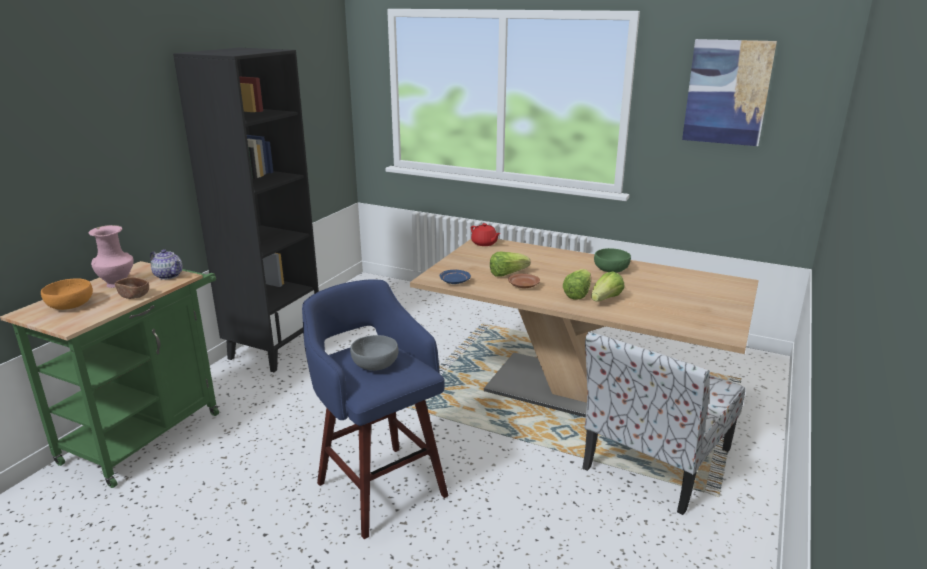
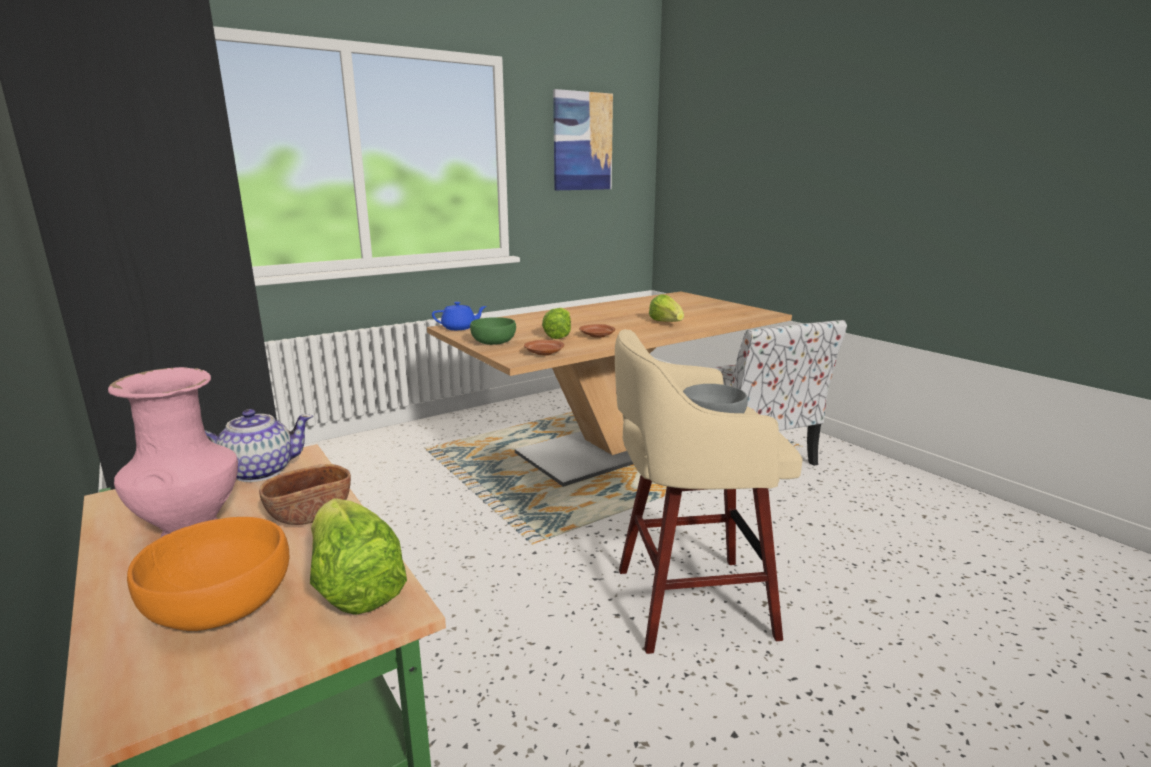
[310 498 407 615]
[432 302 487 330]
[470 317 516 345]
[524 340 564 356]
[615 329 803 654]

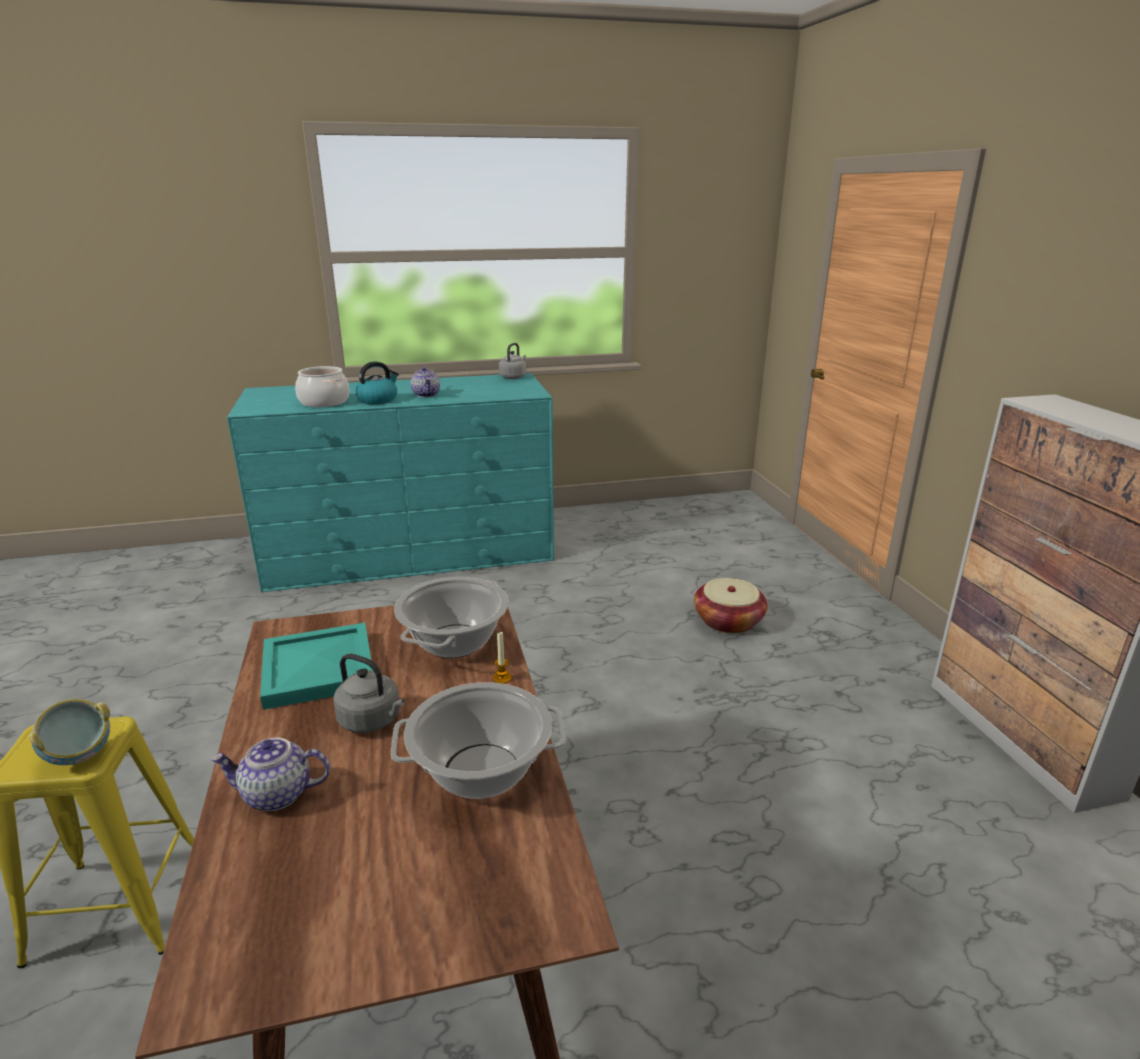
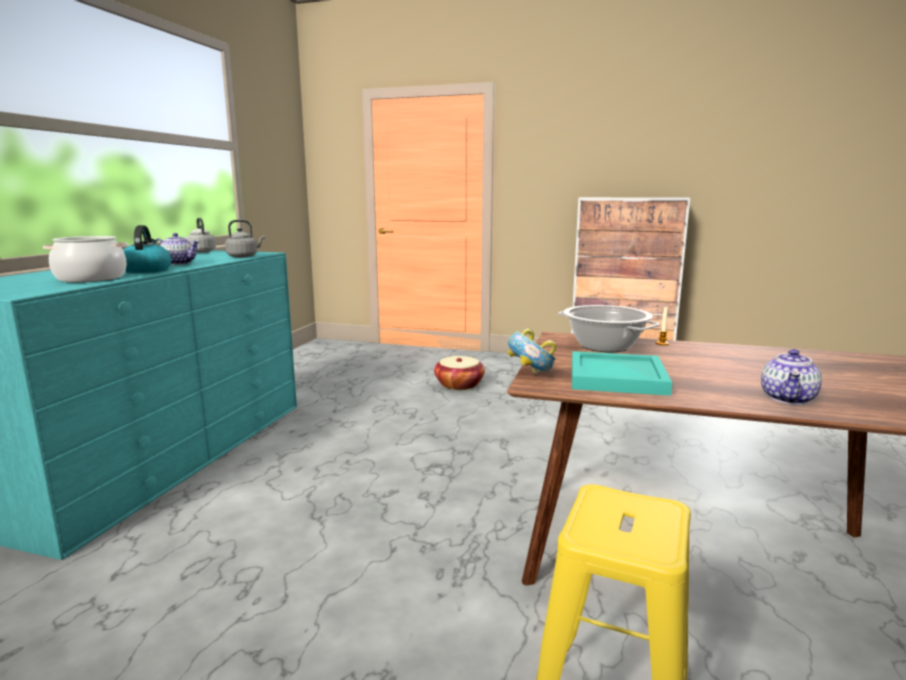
[225 220 265 258]
[507 328 556 374]
[391 682 566 799] (first image)

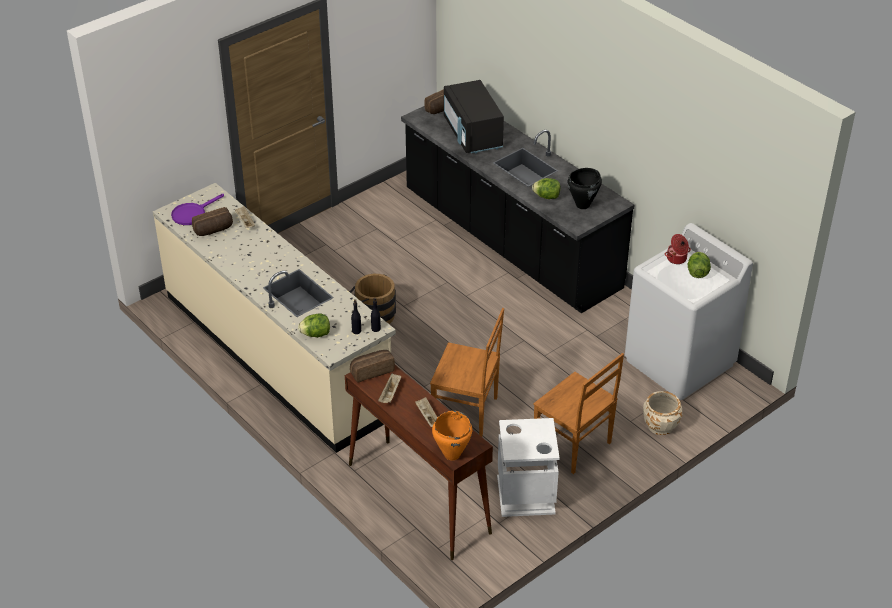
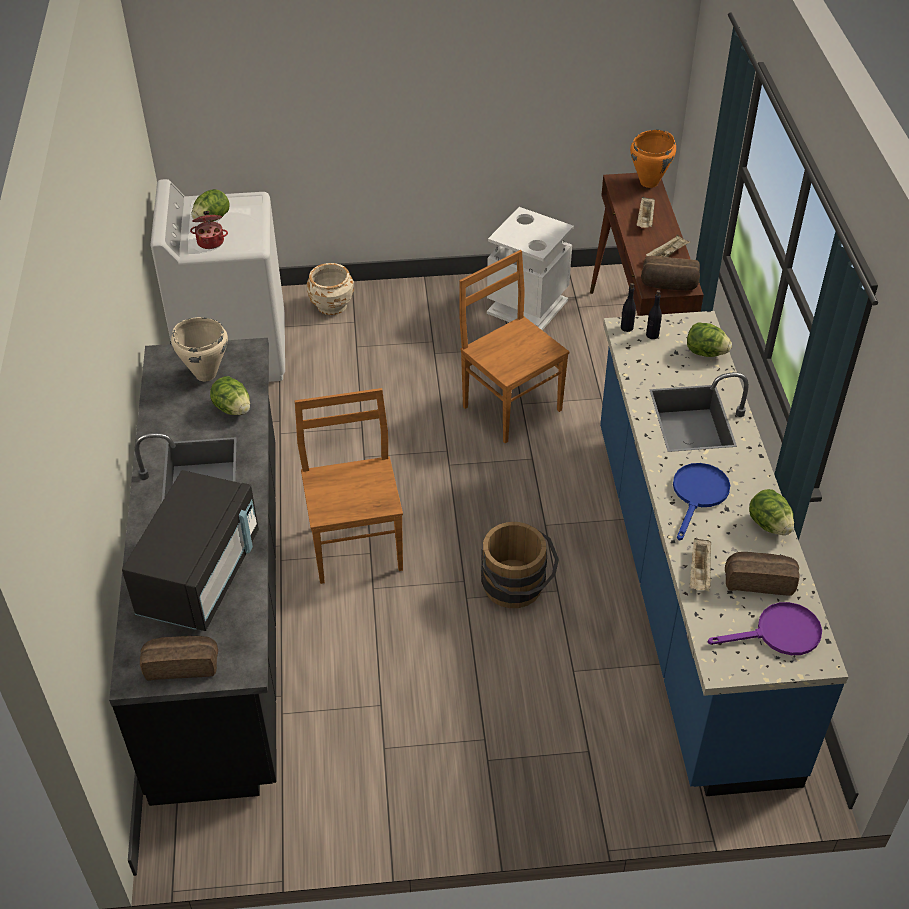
[171 317 228 381]
[295 388 403 584]
[600 311 848 796]
[673 463 730 540]
[749 489 794 535]

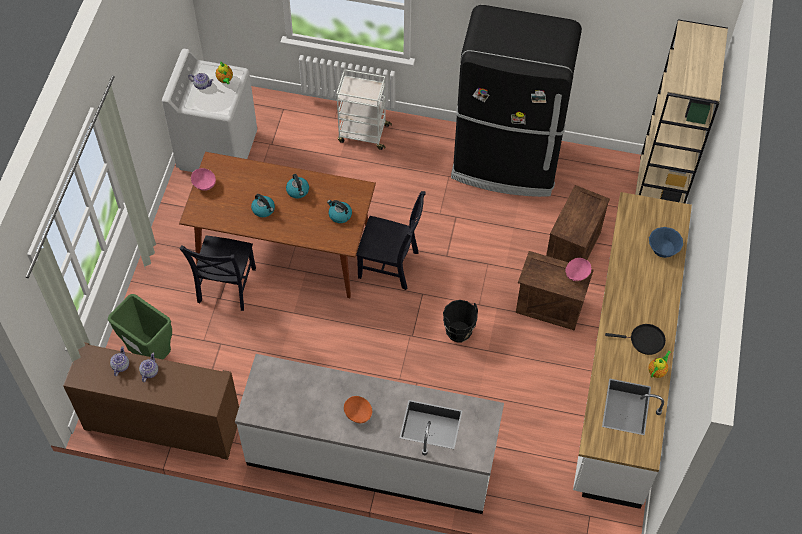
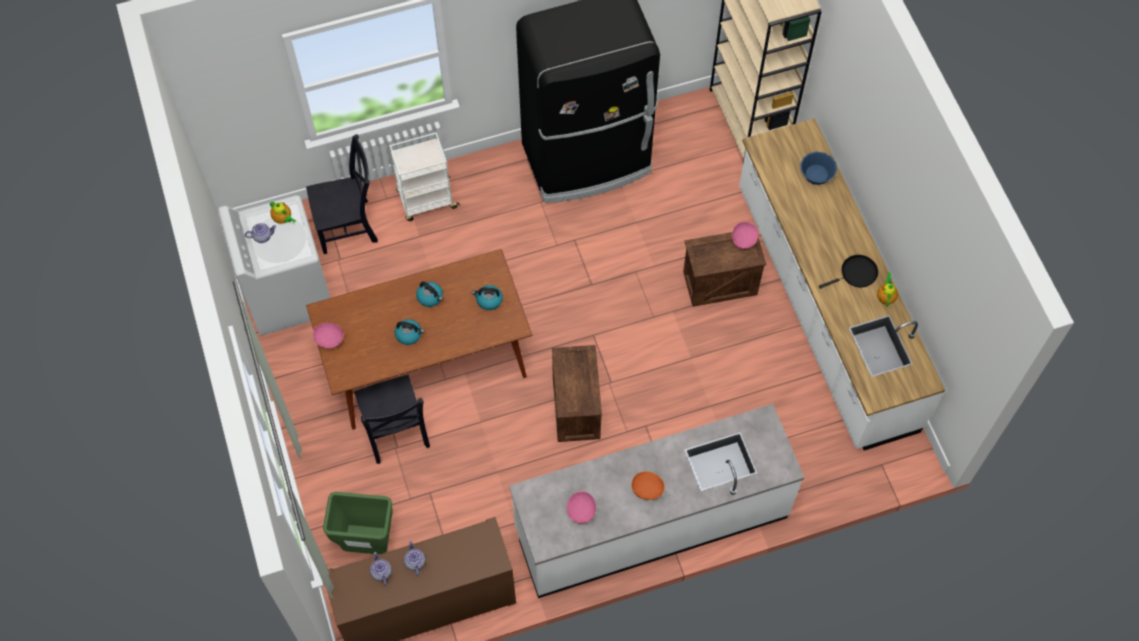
[306 134 378 254]
[552 345 602 442]
[567 491 596 524]
[443 300 478 342] (first image)

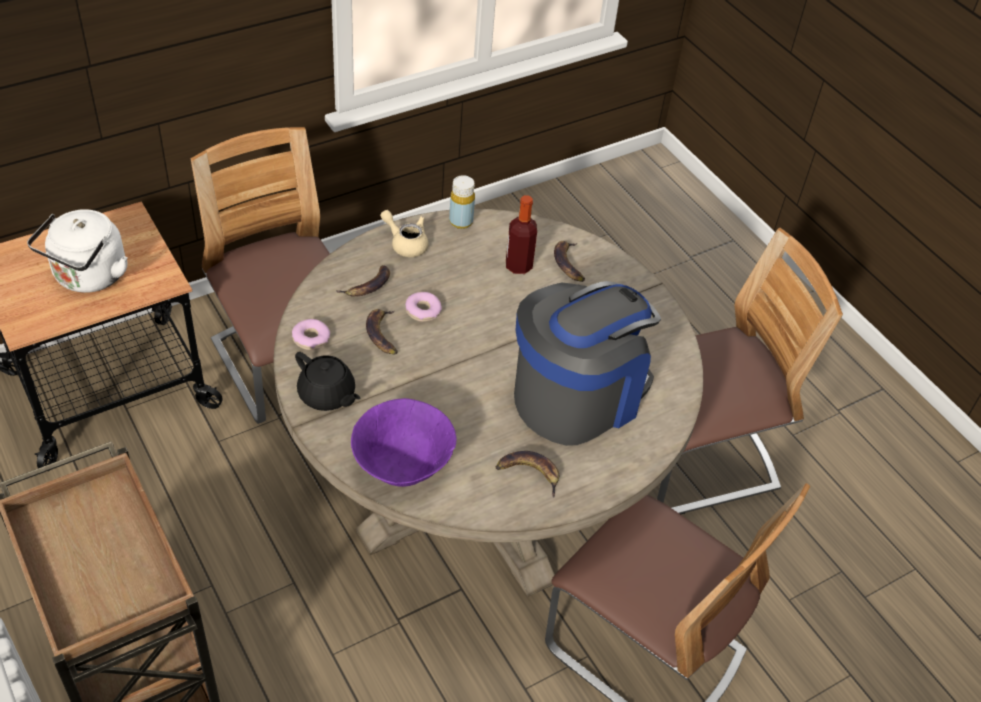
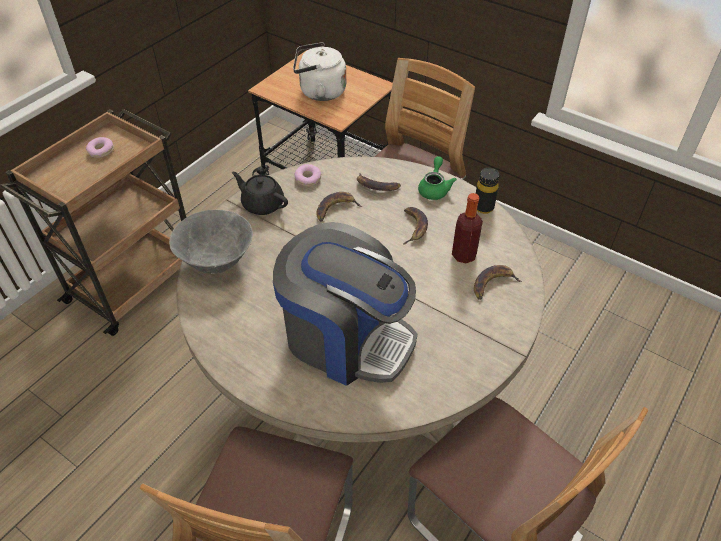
[86 137 114 158]
[169 210 253 274]
[232 172 288 215]
[403 207 428 244]
[418 156 457 200]
[476 168 499 214]

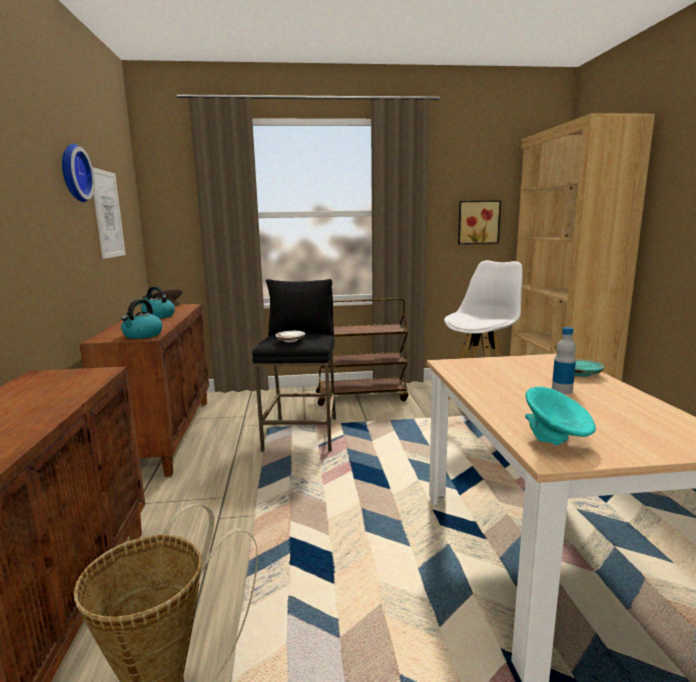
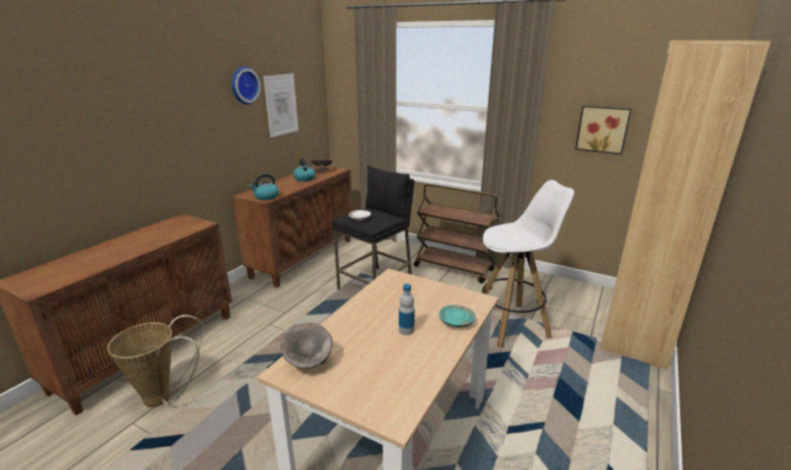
[281 323 333 369]

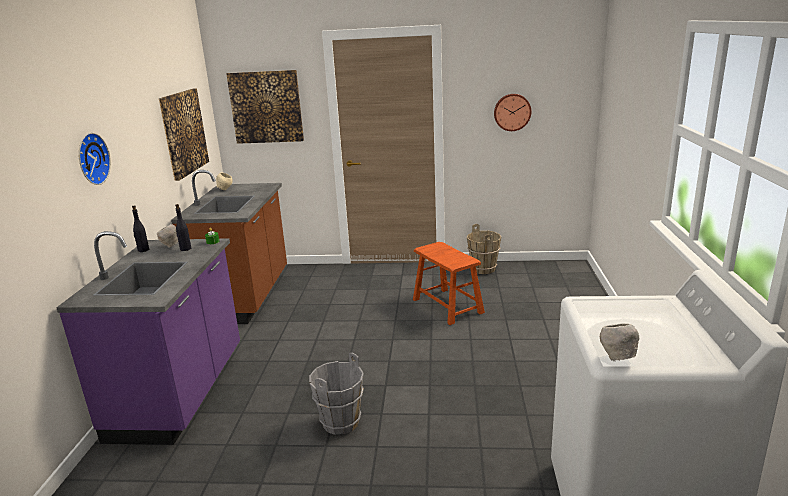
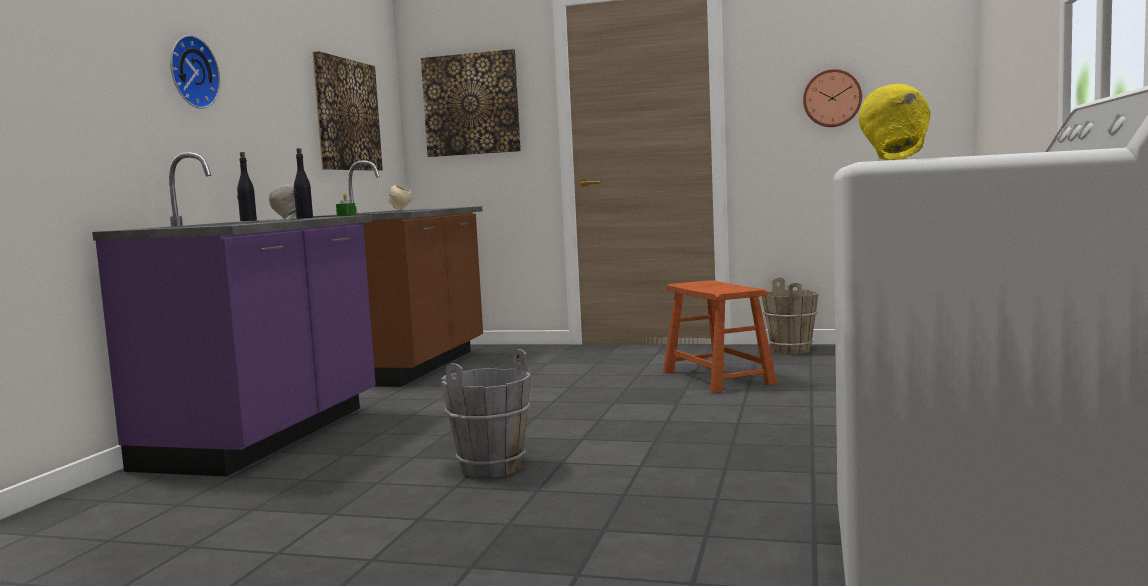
[859 84 931 160]

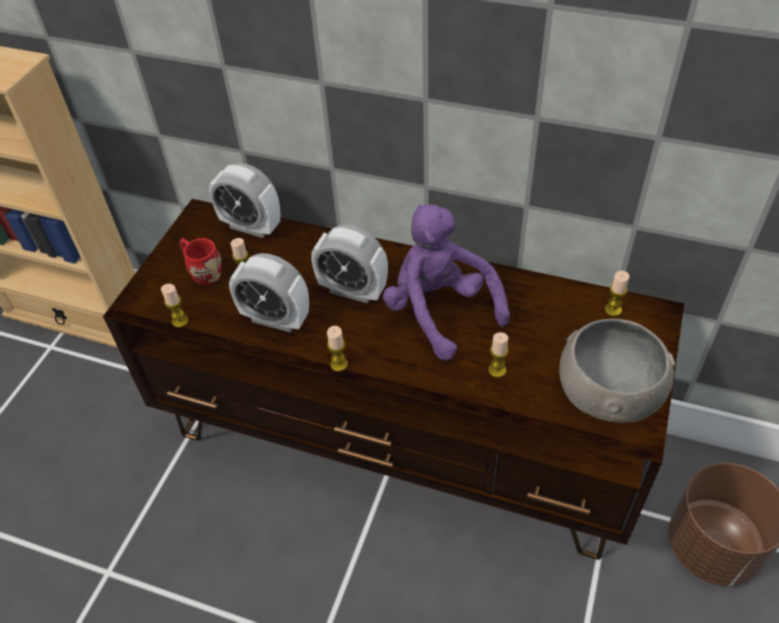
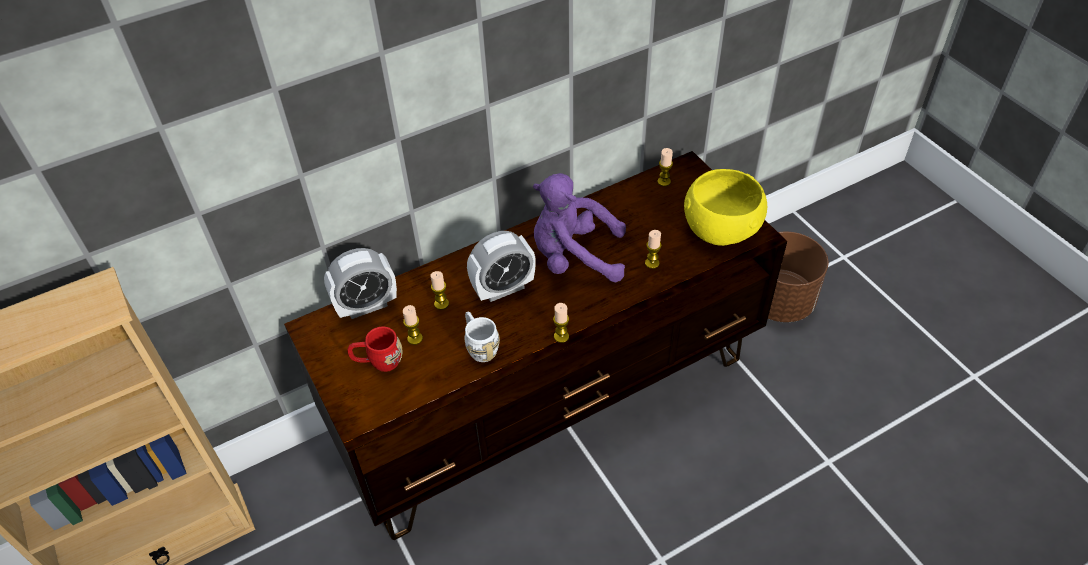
[430 271 449 310]
[465 311 500 362]
[684 169 767 246]

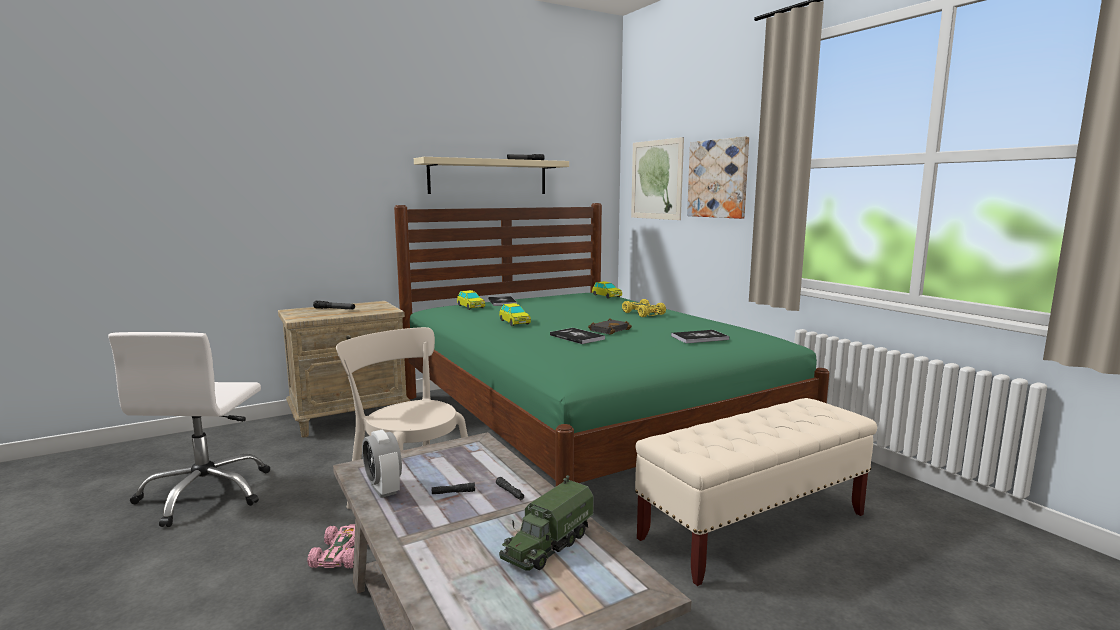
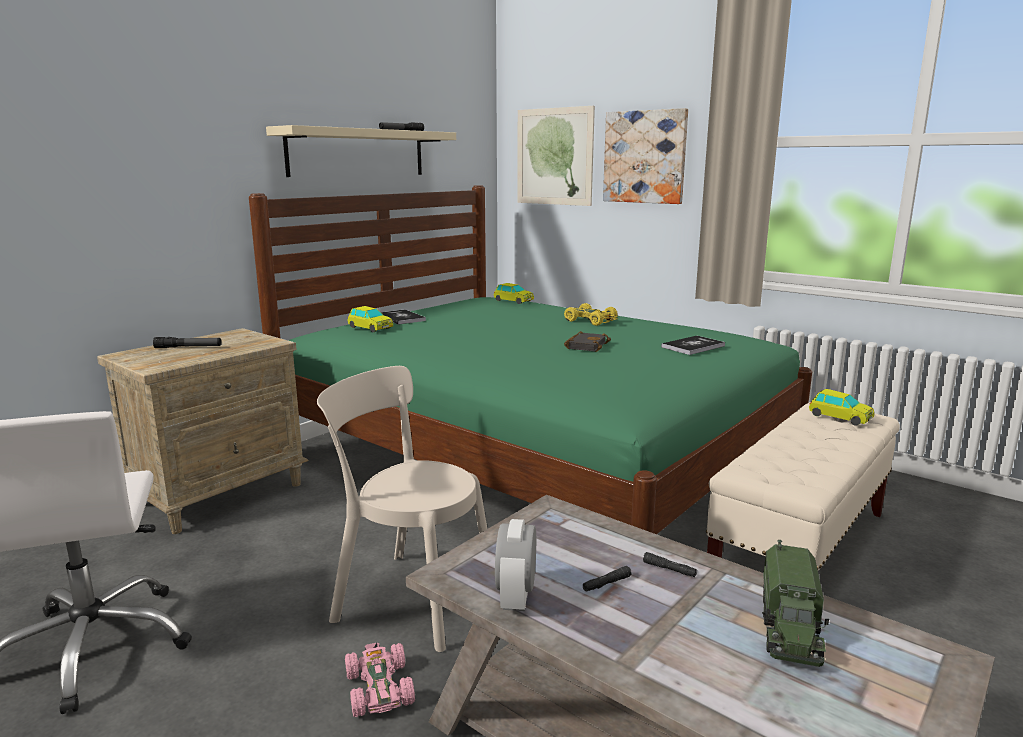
[495 519 536 611]
[809 389 875 426]
[550 328 605 344] (first image)

